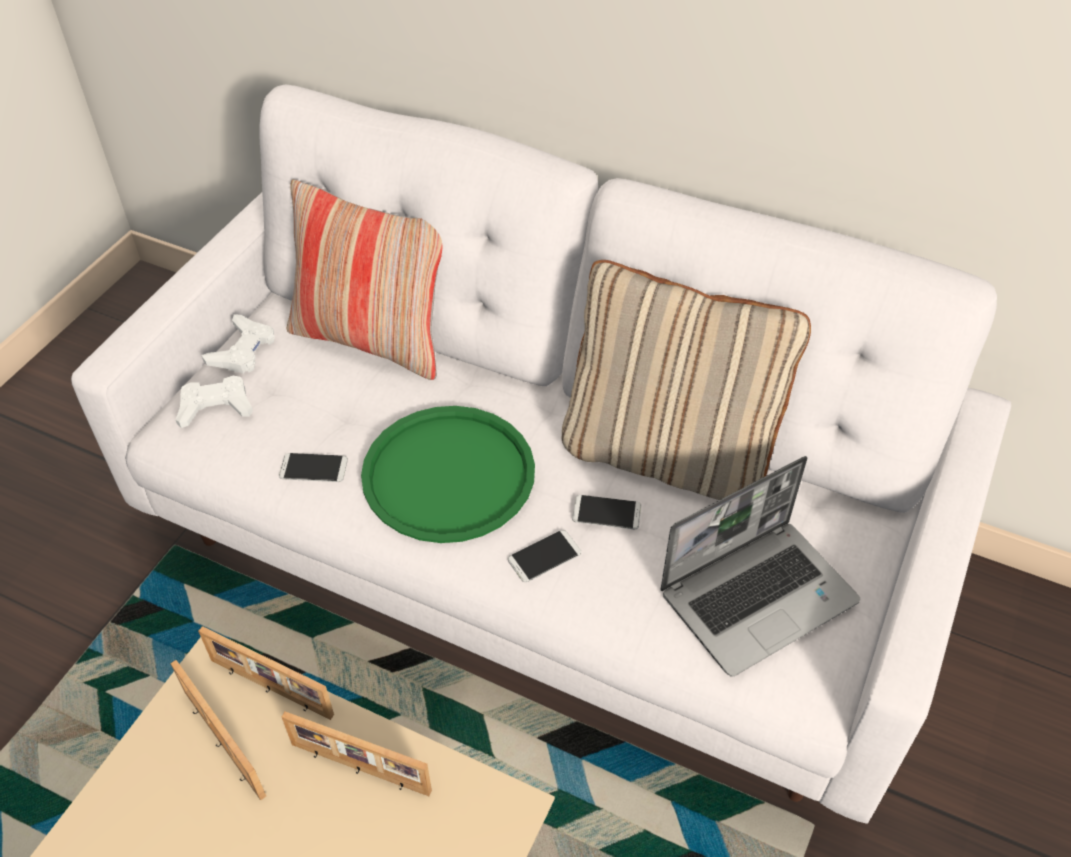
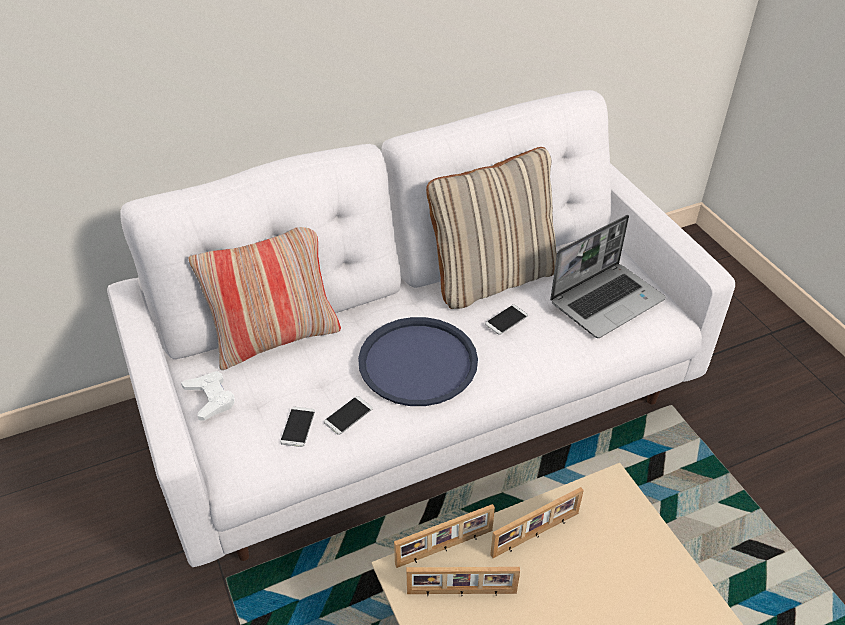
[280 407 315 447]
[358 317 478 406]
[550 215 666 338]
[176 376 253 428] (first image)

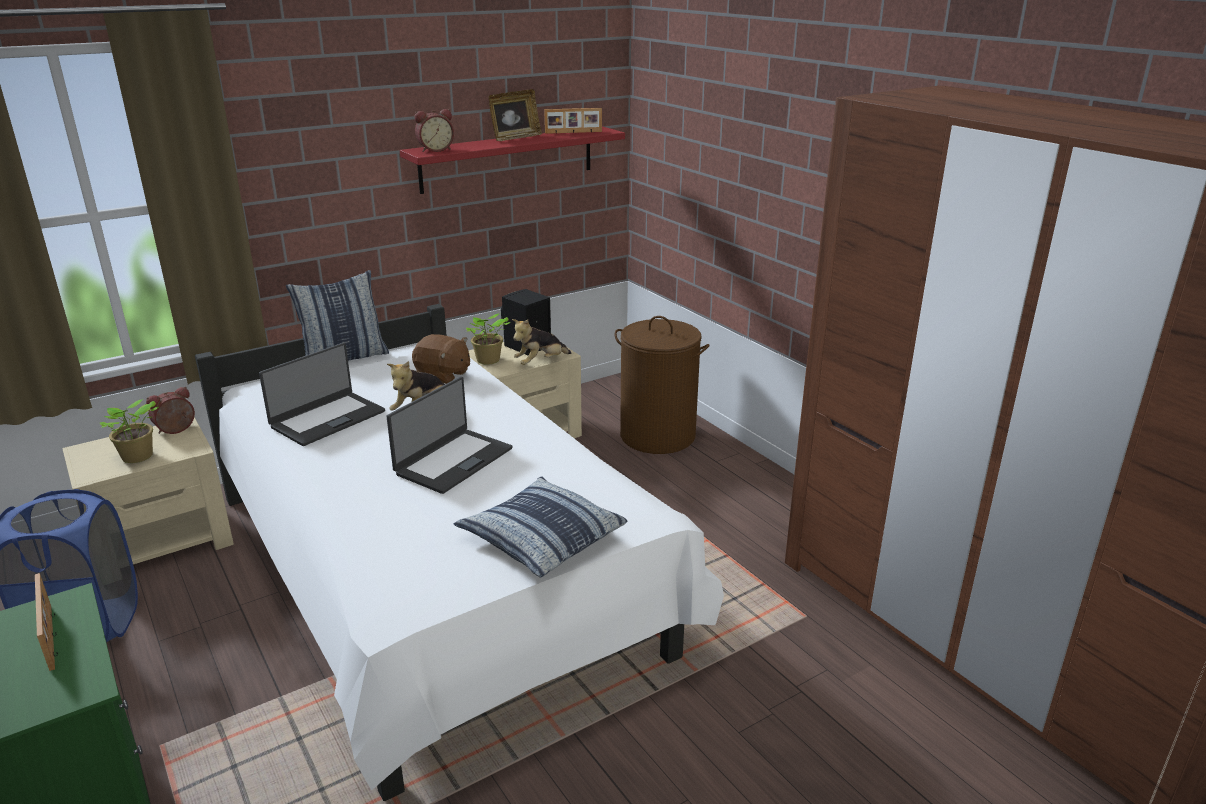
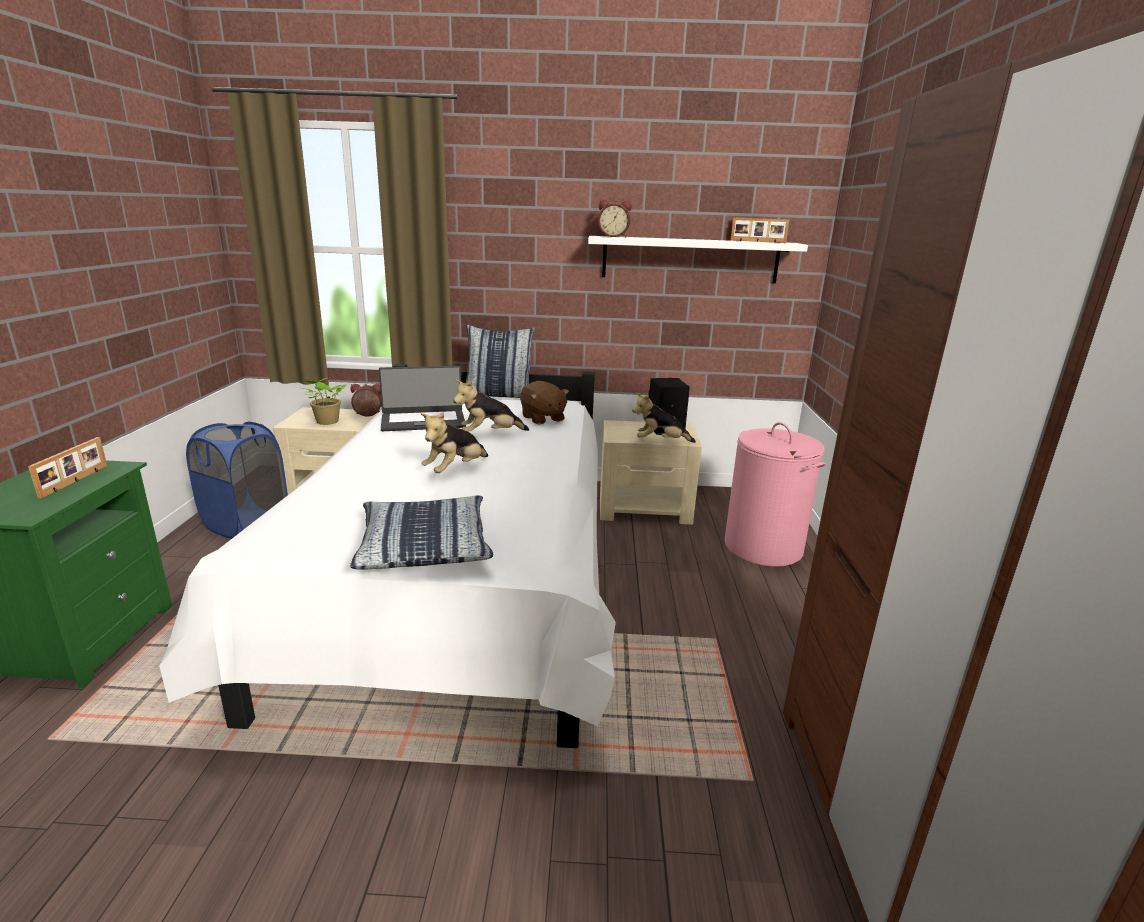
[421 412 488 473]
[588 236 808 284]
[725 422 826 567]
[466 314 510 364] (first image)
[488 89 542 141] (first image)

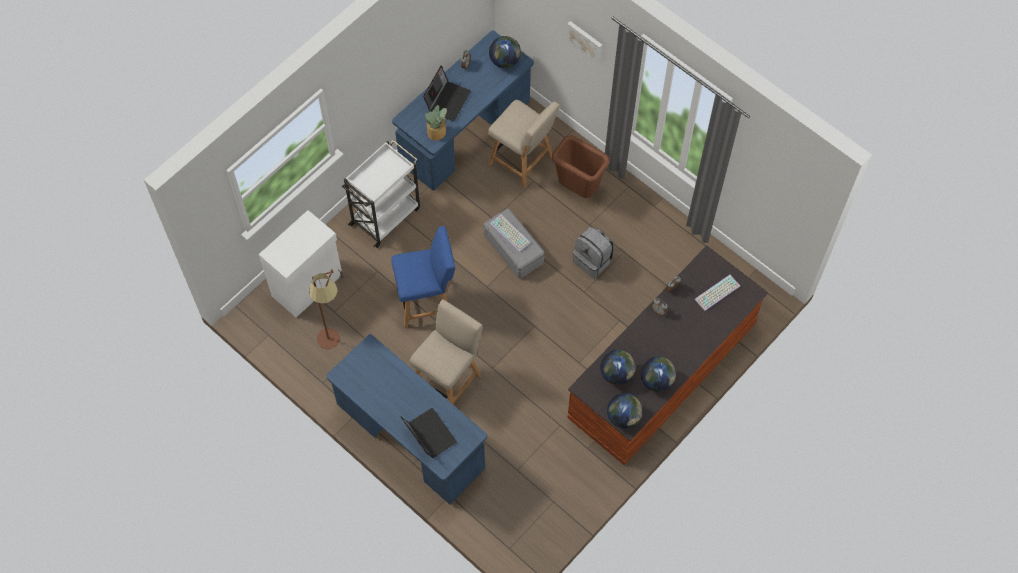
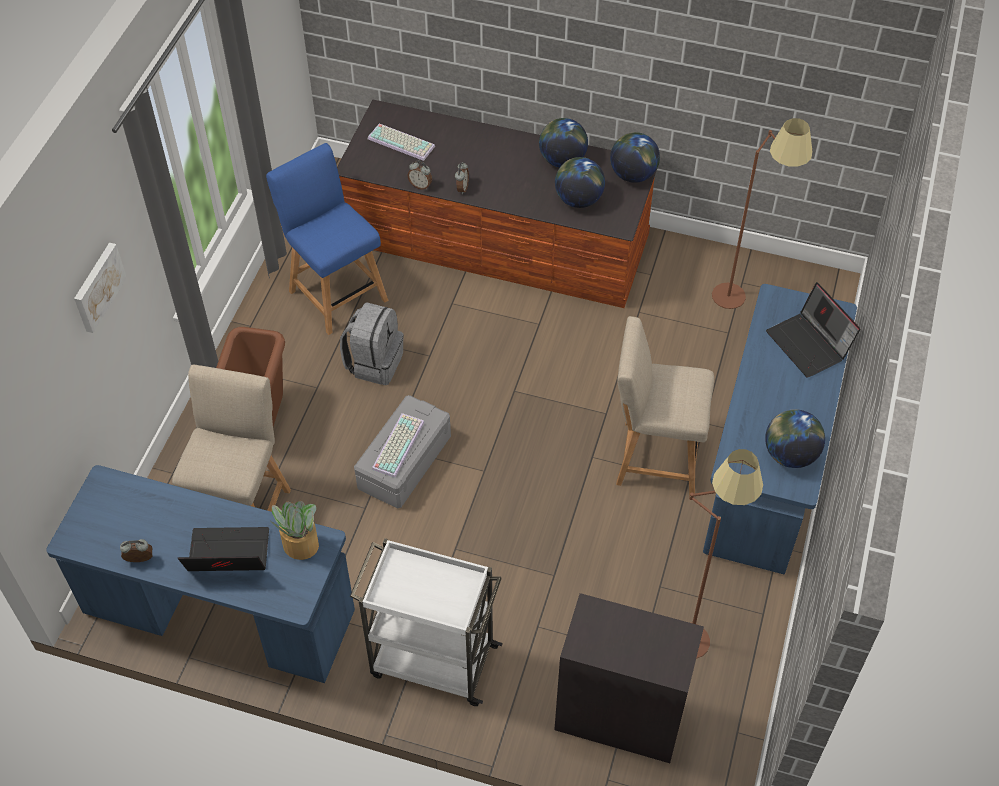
[266 143 388 335]
[554 593 704 763]
[712 118 812 309]
[765 409 825 468]
[766 282 861 377]

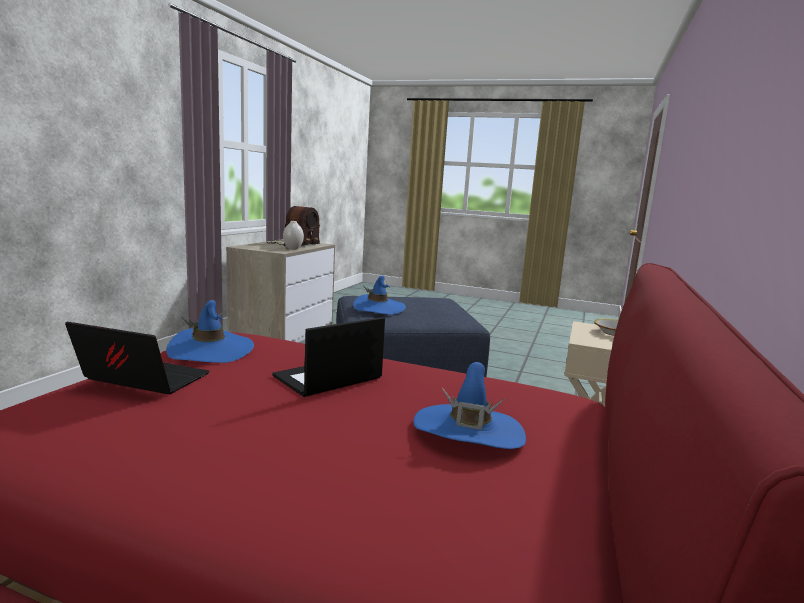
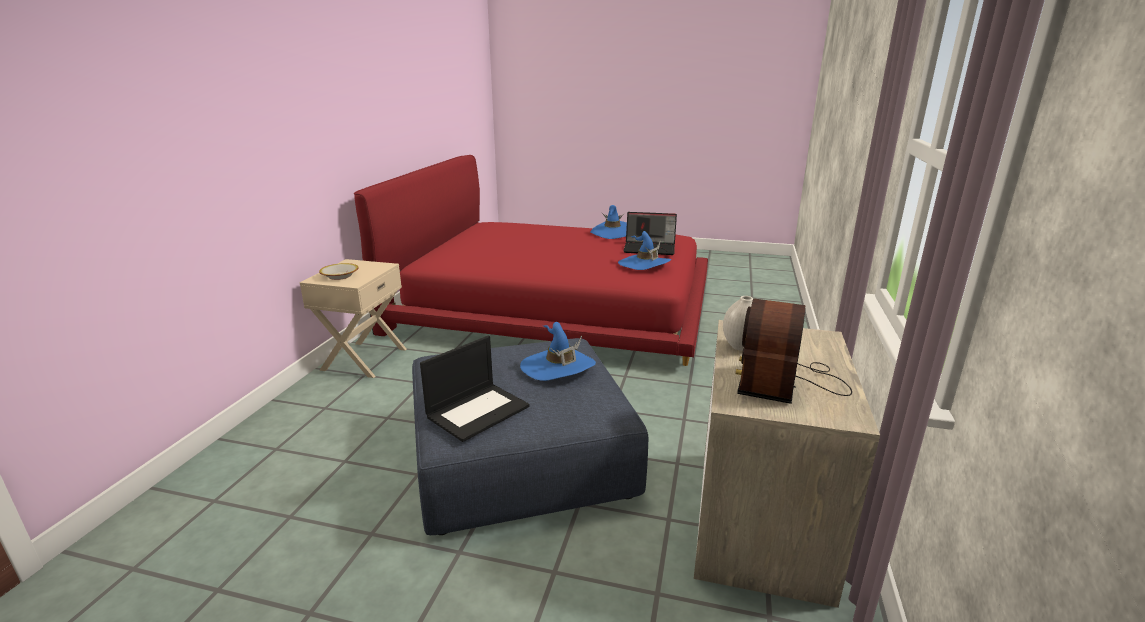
[420 336 530 442]
[591 205 627 239]

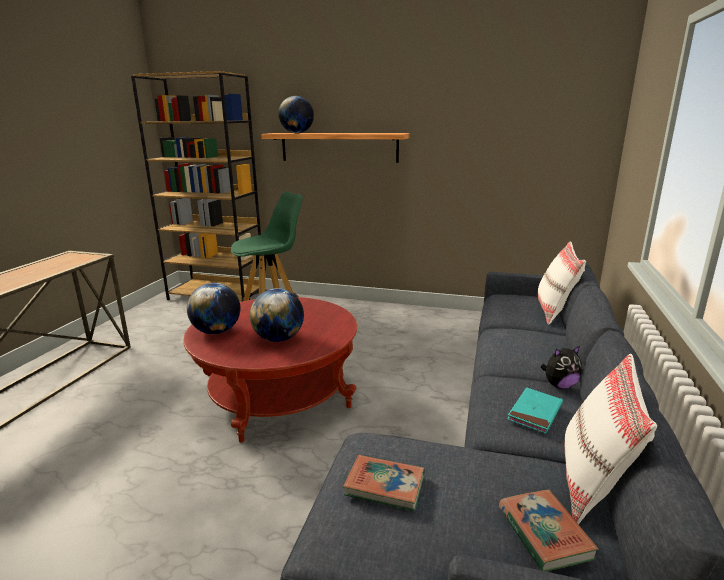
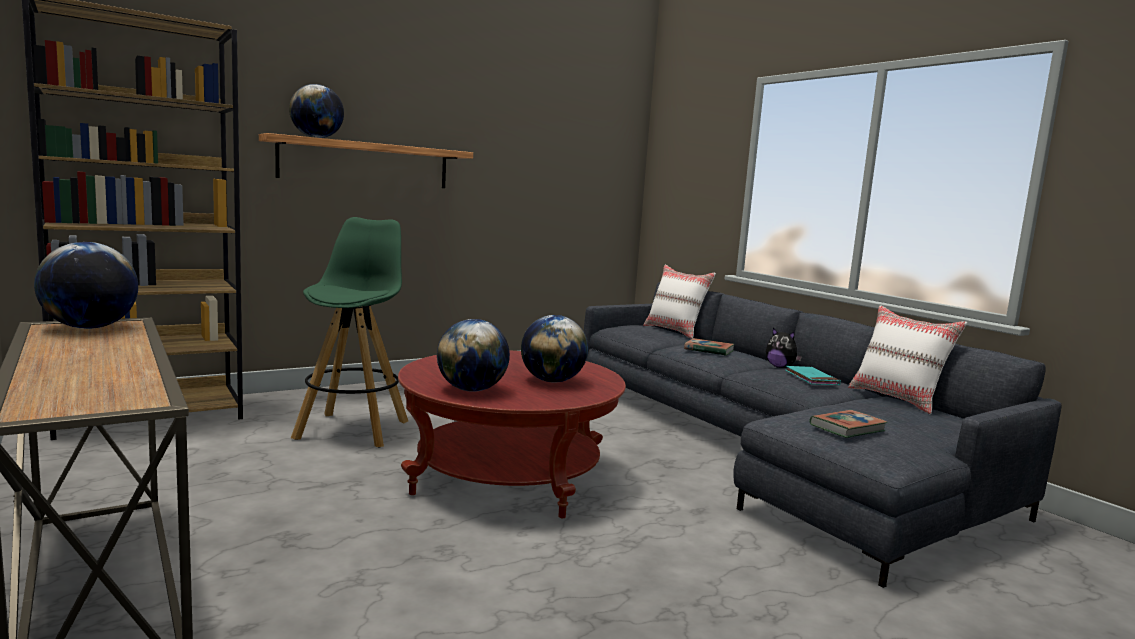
[34 242 138 329]
[684 338 734 356]
[766 328 802 368]

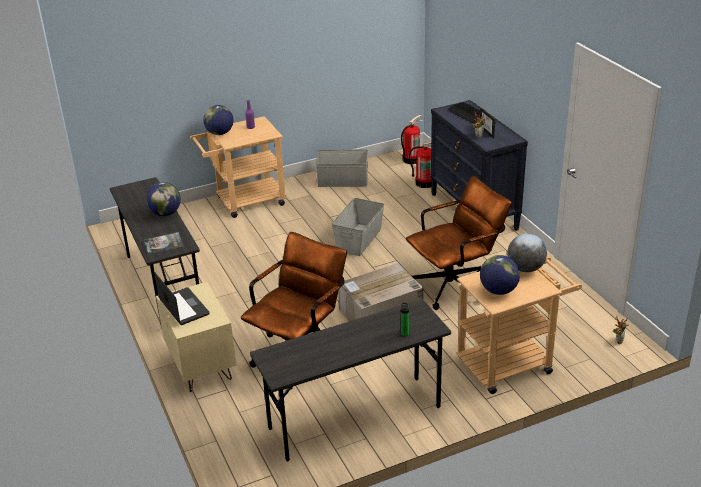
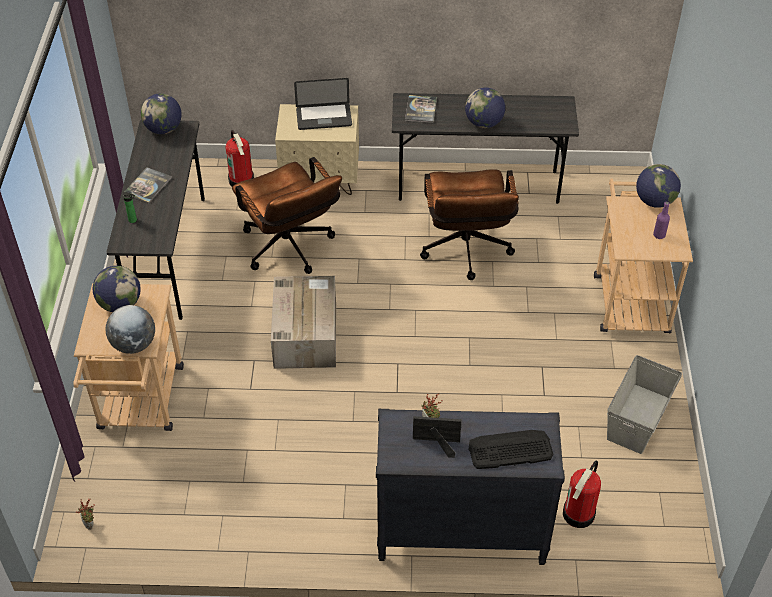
[123 167 172 204]
[141 94 182 134]
[225 130 254 187]
[420 169 519 280]
[332 198 384 256] (first image)

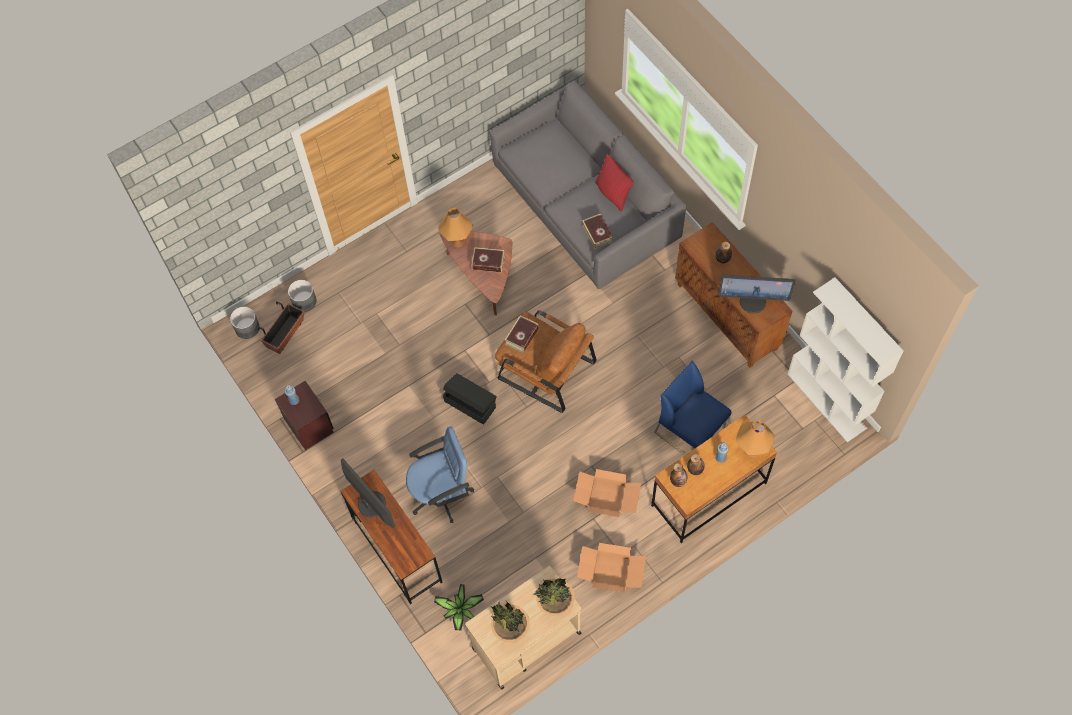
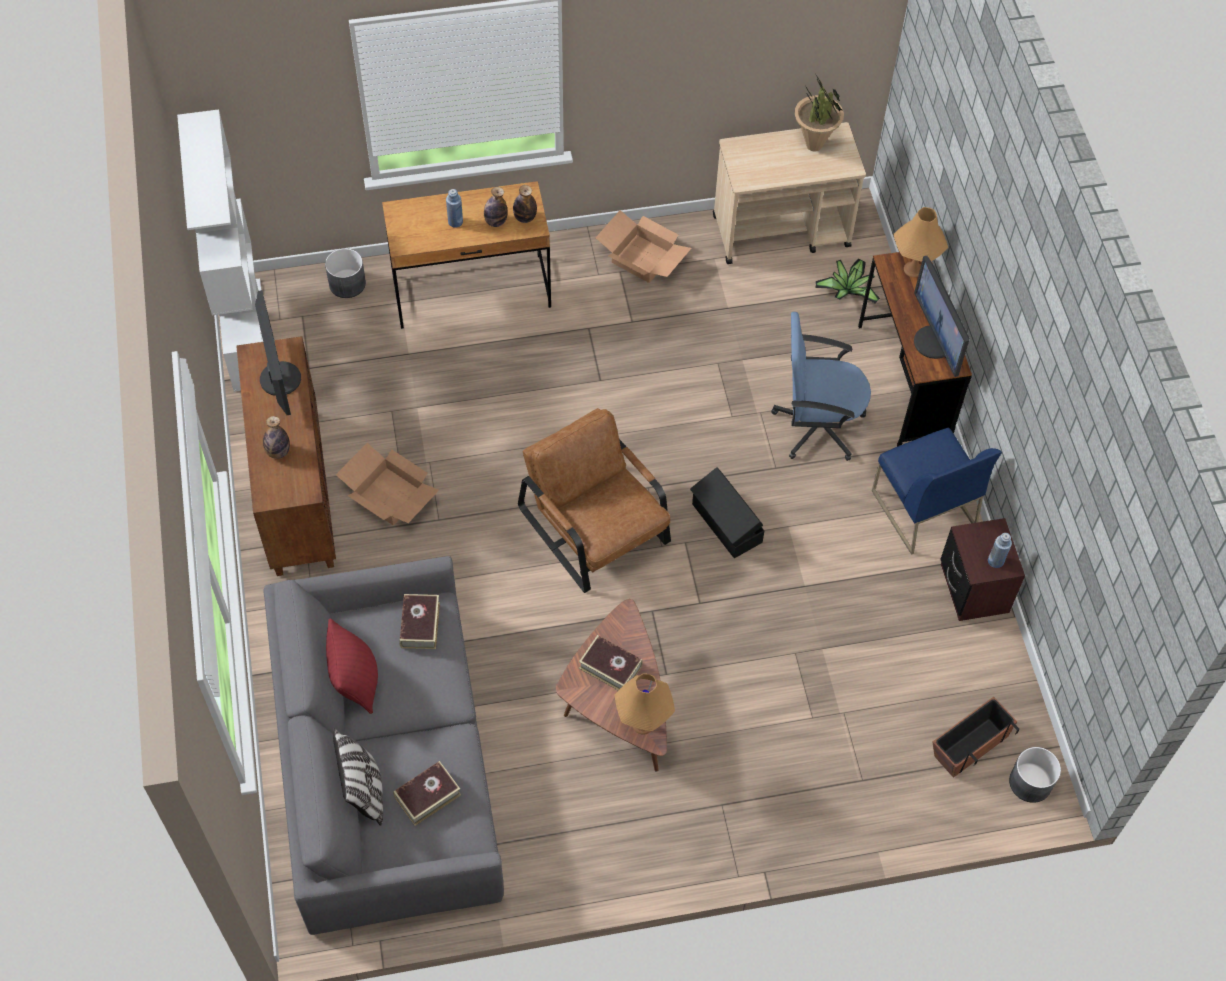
[255 290 301 415]
[325 248 366 298]
[333 728 383 826]
[336 443 439 525]
[393 761 461 826]
[872 428 1002 555]
[893 207 948 277]
[533 578 575 616] (first image)

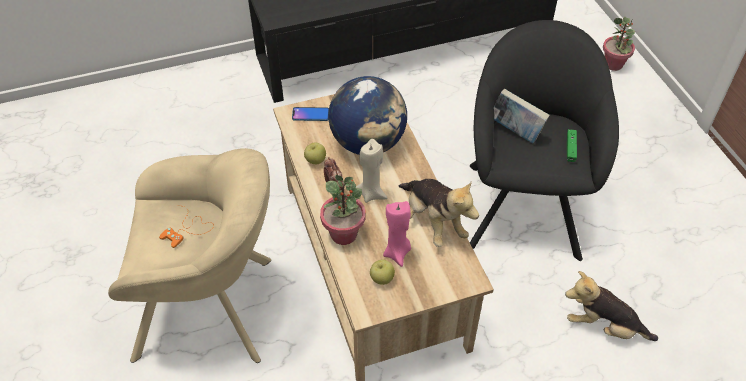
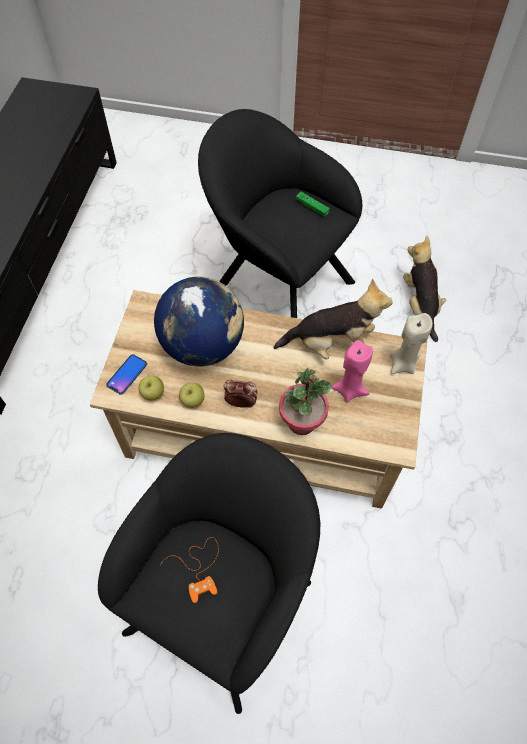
[98 433 320 714]
[139 375 164 401]
[390 313 433 374]
[403 236 446 342]
[494 88 550 143] (first image)
[603 17 635 71] (first image)

